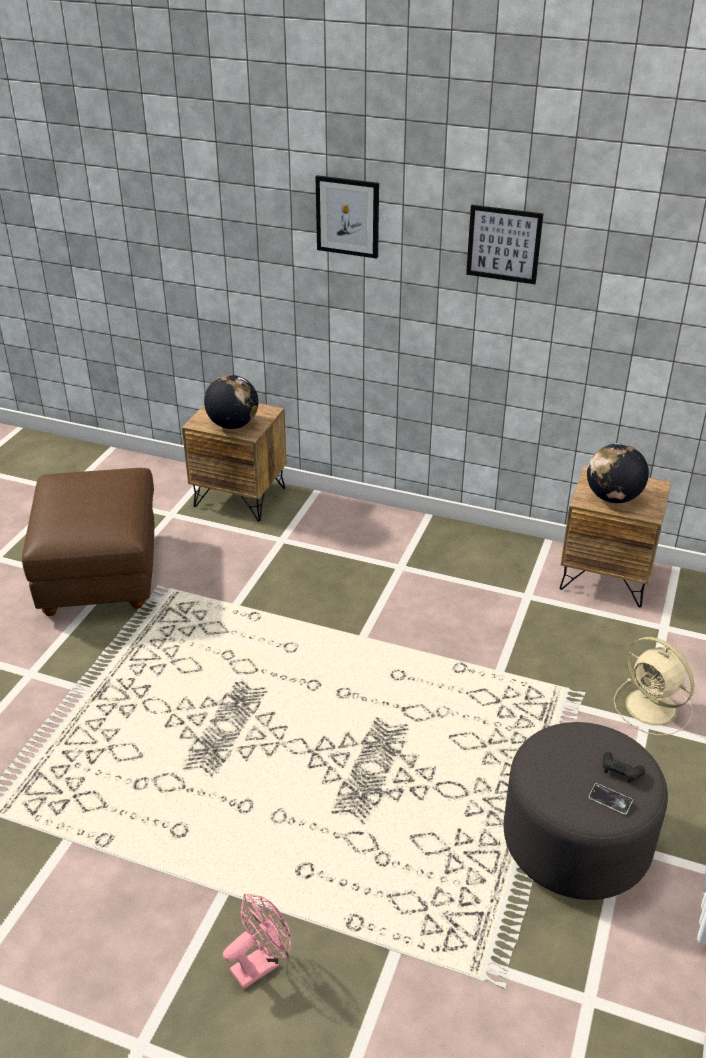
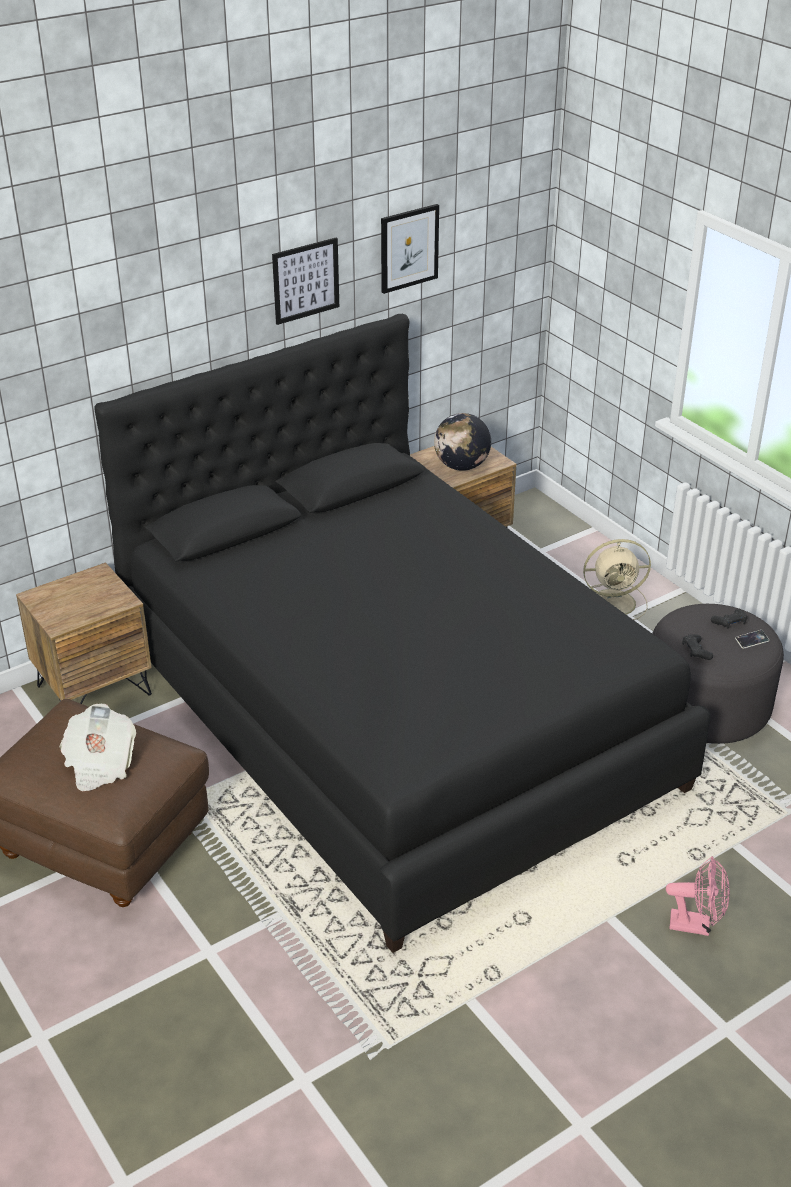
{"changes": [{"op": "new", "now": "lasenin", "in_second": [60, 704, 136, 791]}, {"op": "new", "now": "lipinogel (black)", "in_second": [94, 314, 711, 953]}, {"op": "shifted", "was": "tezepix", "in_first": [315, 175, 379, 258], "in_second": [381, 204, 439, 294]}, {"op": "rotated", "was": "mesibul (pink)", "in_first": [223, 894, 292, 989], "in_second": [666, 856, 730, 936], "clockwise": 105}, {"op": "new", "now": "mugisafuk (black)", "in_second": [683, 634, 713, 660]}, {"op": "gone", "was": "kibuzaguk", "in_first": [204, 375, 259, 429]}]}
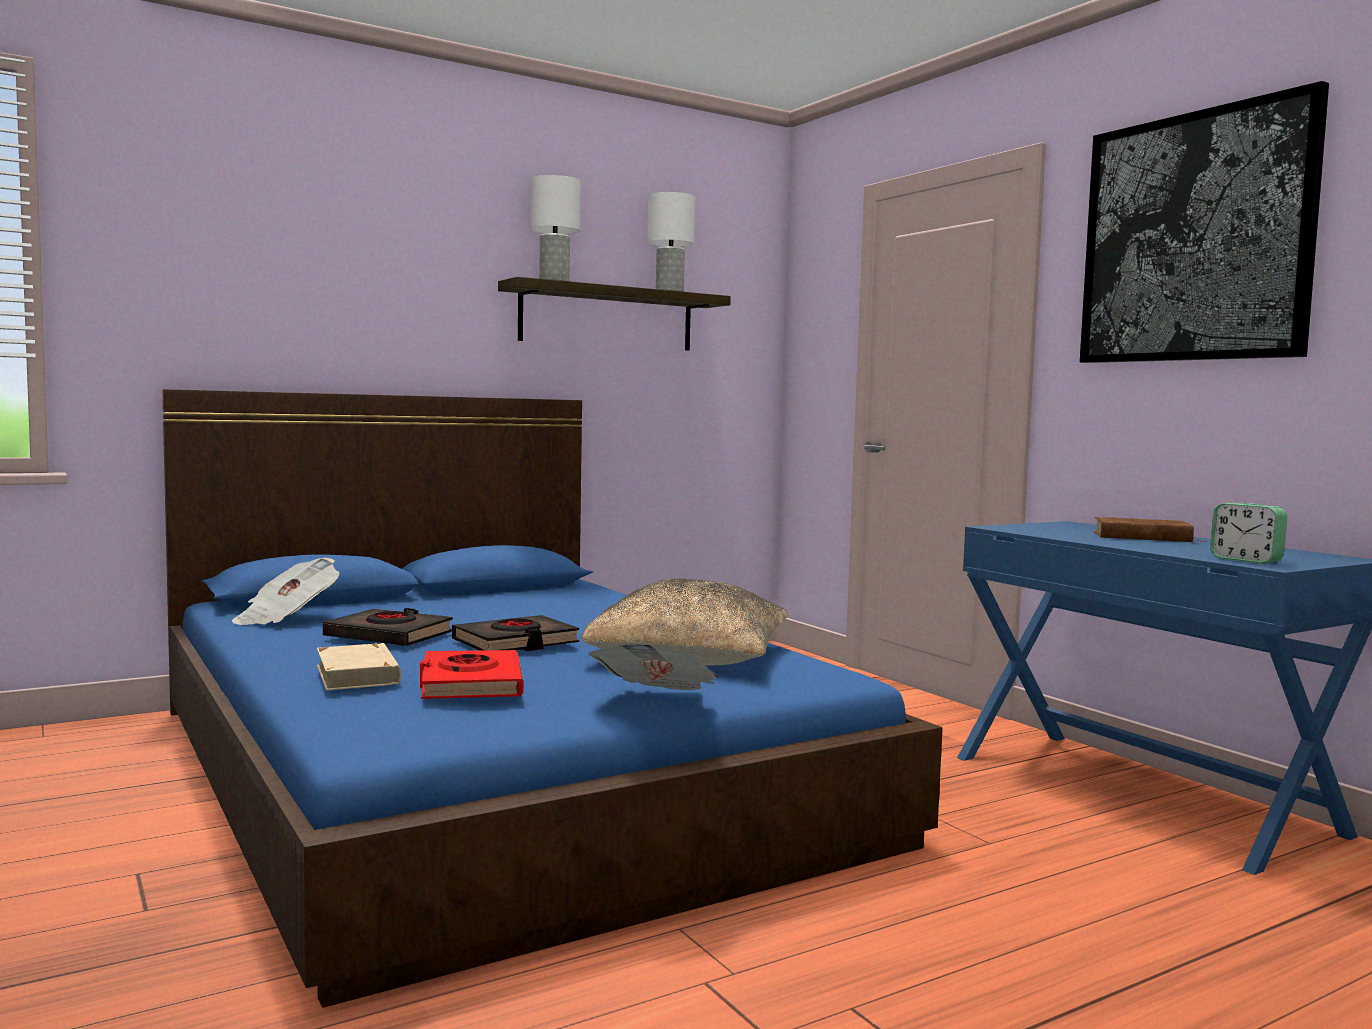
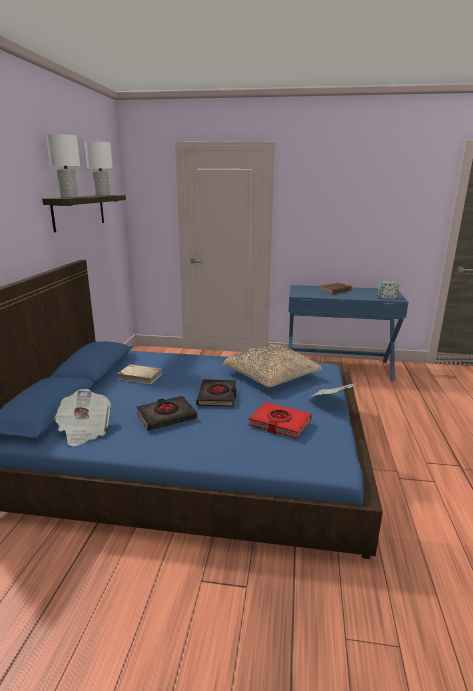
{"changes": [{"op": "shifted", "was": "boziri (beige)", "in_first": [317, 643, 401, 691], "in_second": [118, 365, 162, 384]}, {"op": "gone", "was": "tezepix", "in_first": [1080, 81, 1329, 363]}]}
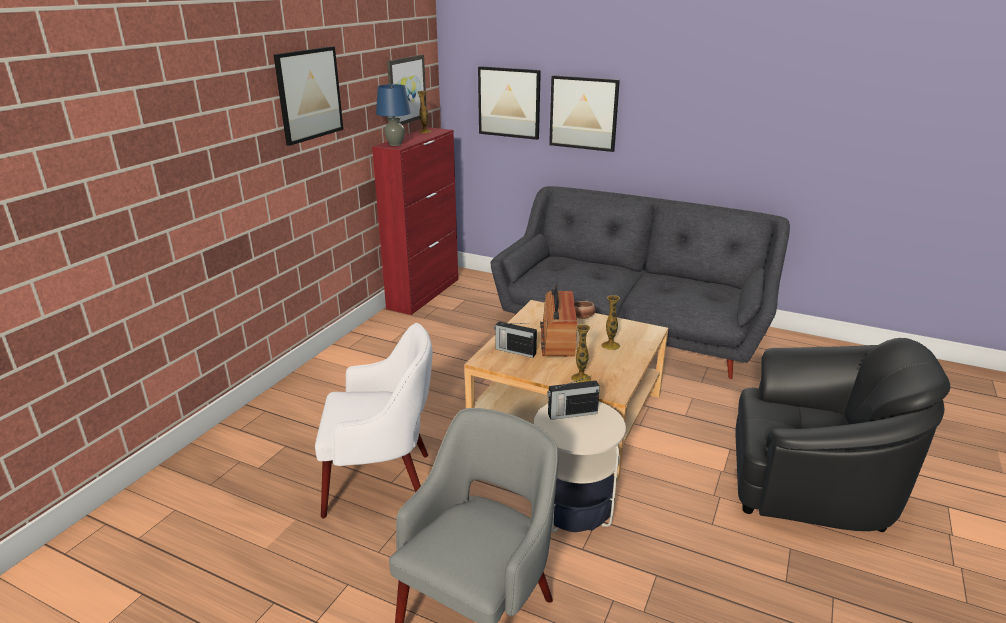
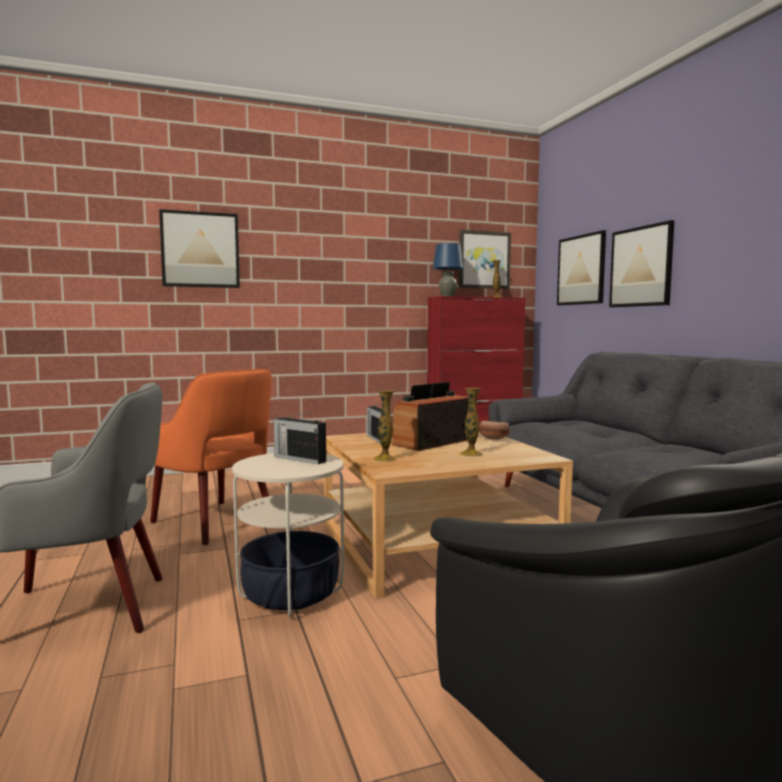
{"changes": [{"op": "repainted", "was": "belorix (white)", "now": "belorix (orange)", "in_first": [315, 323, 433, 518], "in_second": [150, 369, 272, 545]}, {"op": "shifted", "was": "tezepix", "in_first": [273, 46, 344, 146], "in_second": [159, 209, 240, 288]}]}
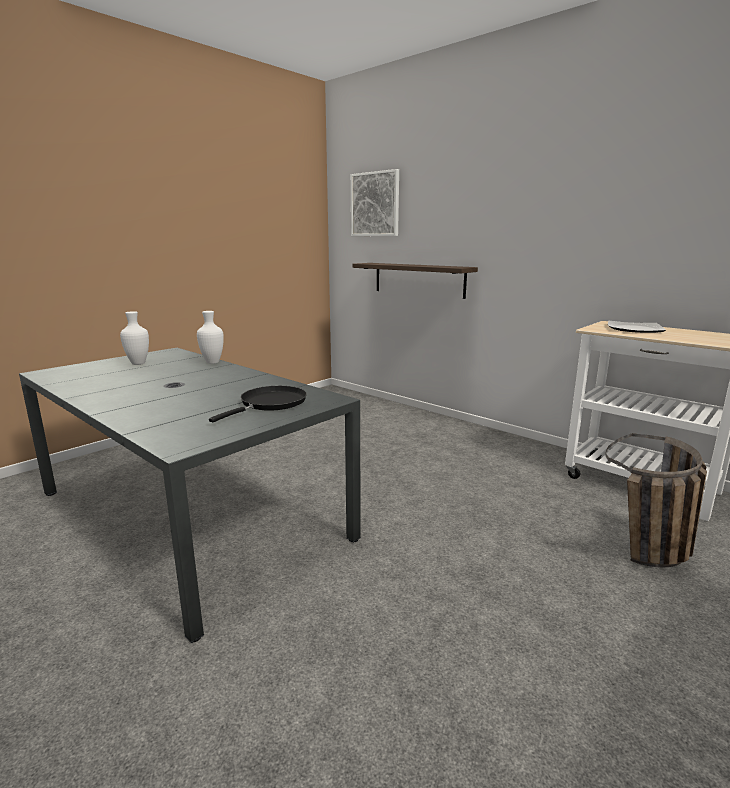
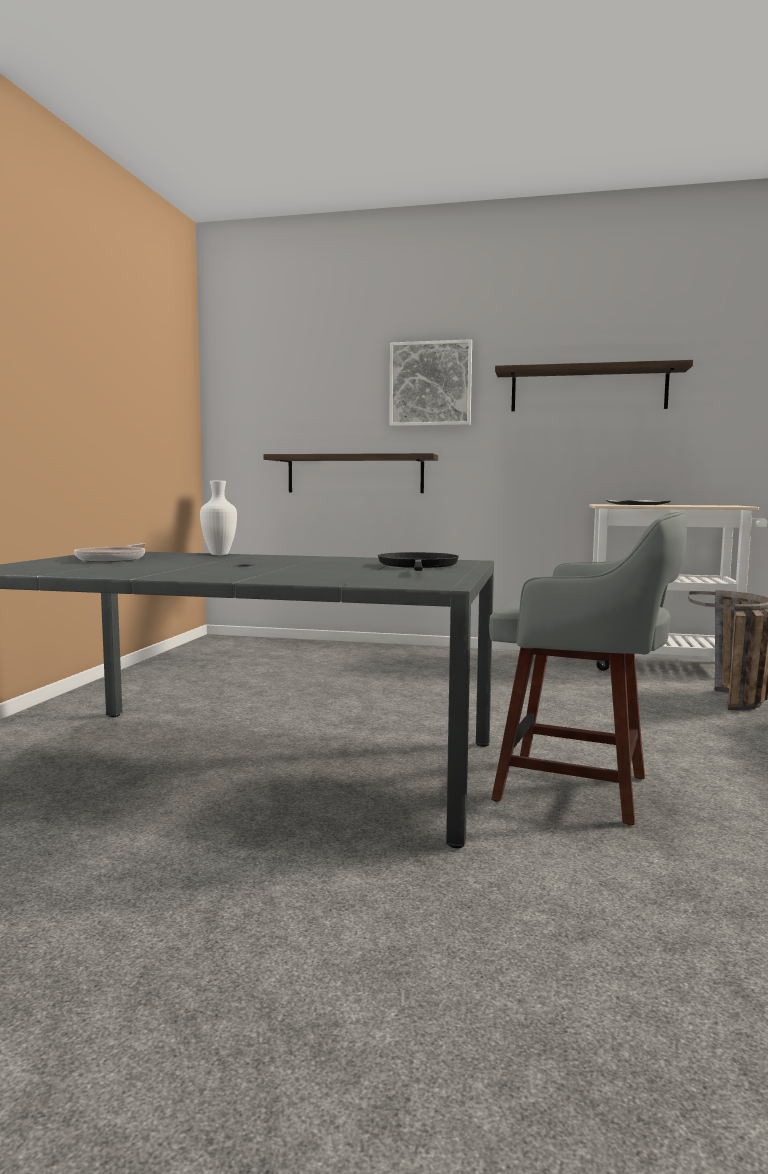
{"changes": [{"op": "swapped", "was": "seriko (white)", "now": "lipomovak", "in_first": [120, 311, 149, 365], "in_second": [74, 544, 146, 562]}, {"op": "shifted", "was": "tezepix", "in_first": [351, 169, 399, 236], "in_second": [389, 339, 472, 426]}, {"op": "new", "now": "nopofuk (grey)", "in_second": [489, 511, 687, 825]}, {"op": "new", "now": "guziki", "in_second": [495, 360, 693, 412]}]}
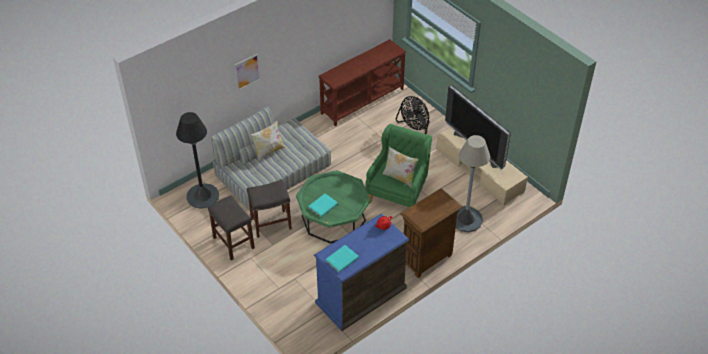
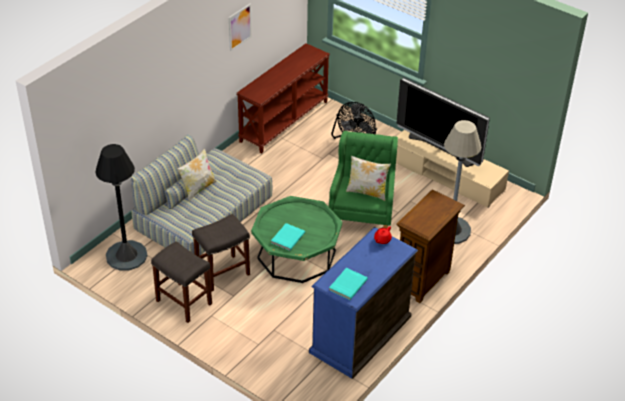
{"changes": [{"op": "shifted", "was": "tezepix", "in_first": [234, 54, 261, 91], "in_second": [229, 4, 252, 51]}]}
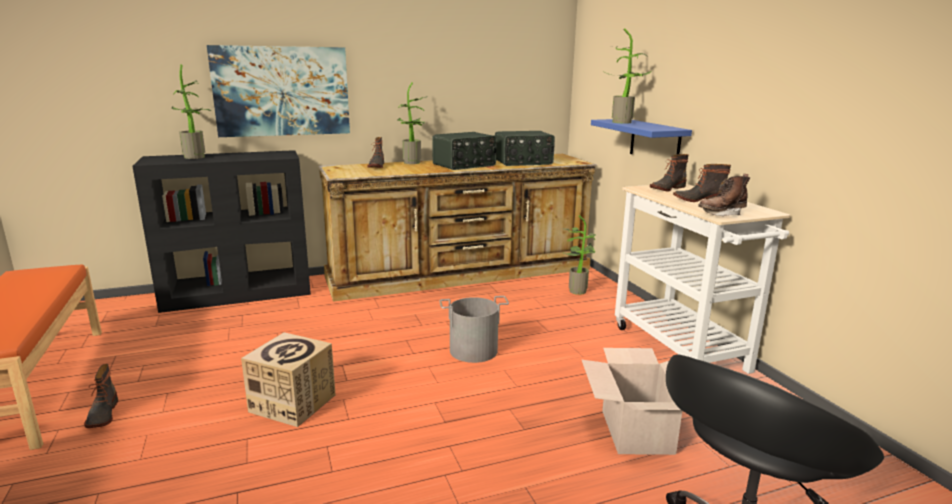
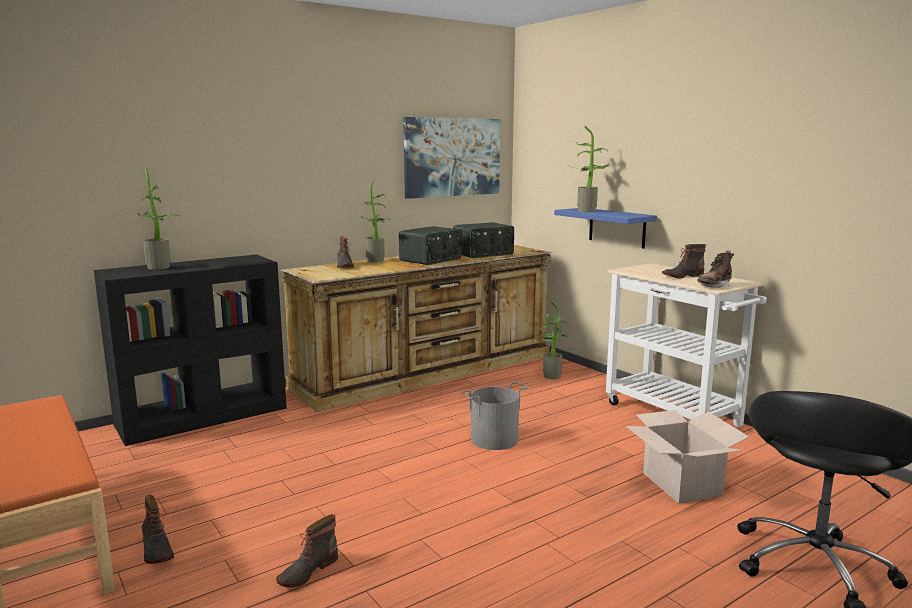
{"changes": [{"op": "shifted", "was": "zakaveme", "in_first": [650, 154, 689, 192], "in_second": [276, 514, 338, 588]}, {"op": "shifted", "was": "tezepix", "in_first": [207, 45, 350, 137], "in_second": [403, 117, 500, 199]}, {"op": "gone", "was": "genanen", "in_first": [241, 332, 336, 427]}]}
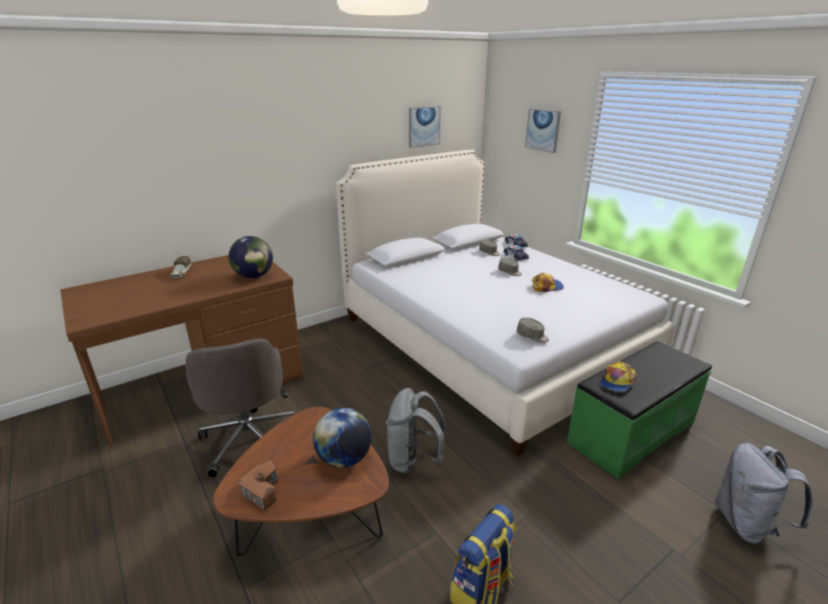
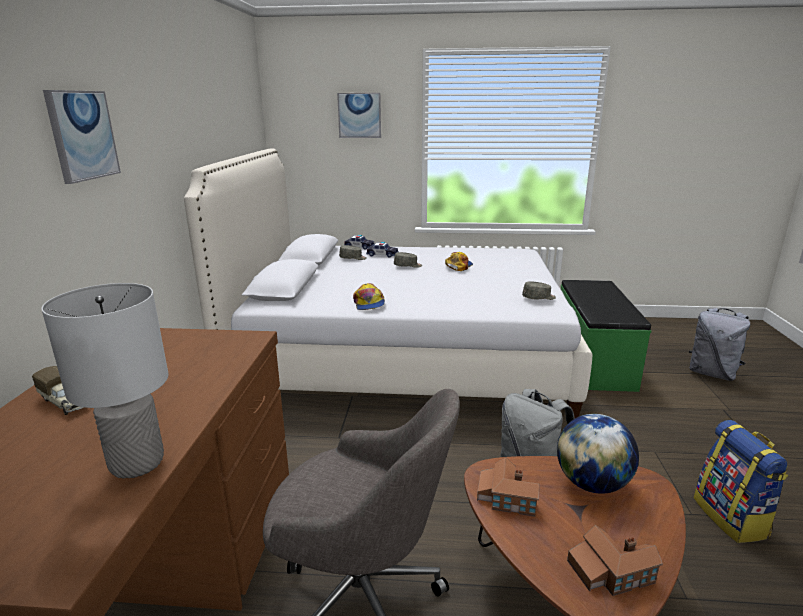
{"changes": [{"op": "new", "now": "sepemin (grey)", "in_second": [41, 283, 169, 478]}, {"op": "shifted", "was": "tezepix", "in_first": [409, 106, 441, 148], "in_second": [43, 90, 121, 184]}, {"op": "shifted", "was": "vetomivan", "in_first": [599, 362, 636, 392], "in_second": [353, 283, 385, 310]}, {"op": "new", "now": "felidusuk", "in_second": [477, 457, 540, 517]}, {"op": "gone", "was": "kibuzaguk", "in_first": [229, 236, 273, 278]}]}
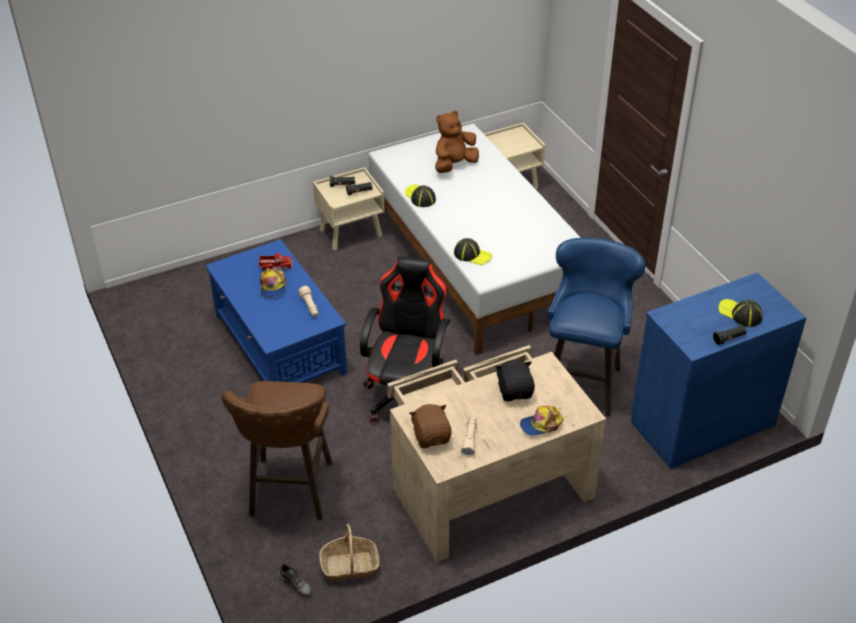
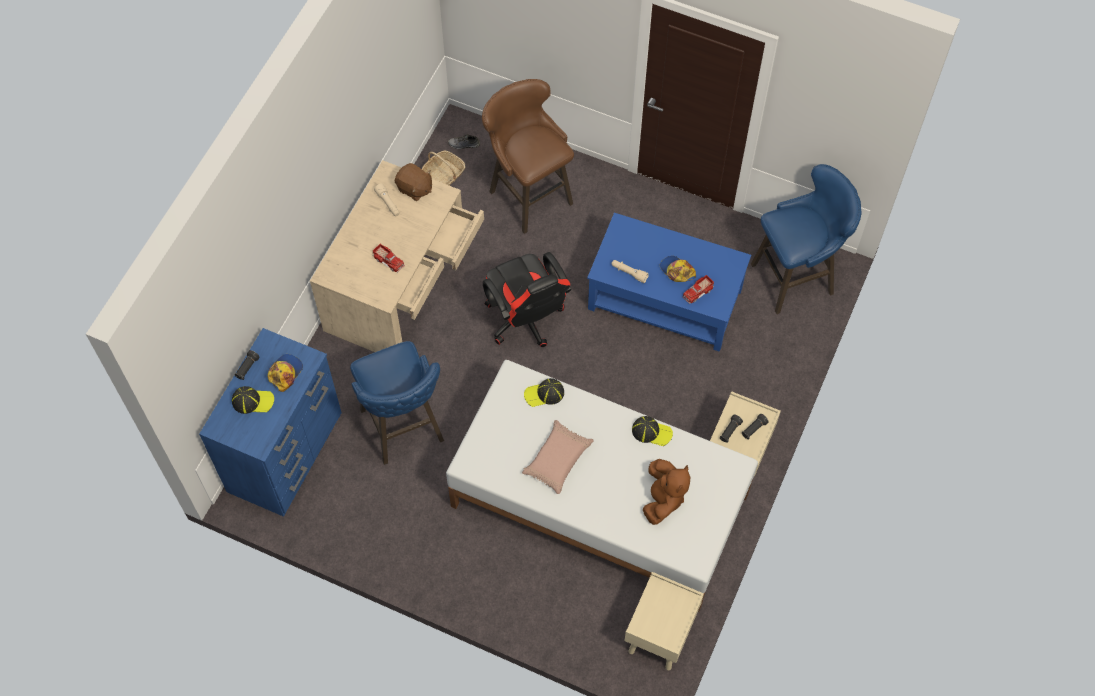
{"changes": [{"op": "shifted", "was": "vetomivan", "in_first": [520, 406, 564, 436], "in_second": [267, 354, 303, 392]}, {"op": "swapped", "was": "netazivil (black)", "now": "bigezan", "in_first": [495, 360, 535, 401], "in_second": [373, 244, 405, 273]}, {"op": "new", "now": "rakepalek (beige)", "in_second": [522, 420, 594, 494]}, {"op": "new", "now": "nopofuk (blue)", "in_second": [751, 164, 861, 314]}]}
